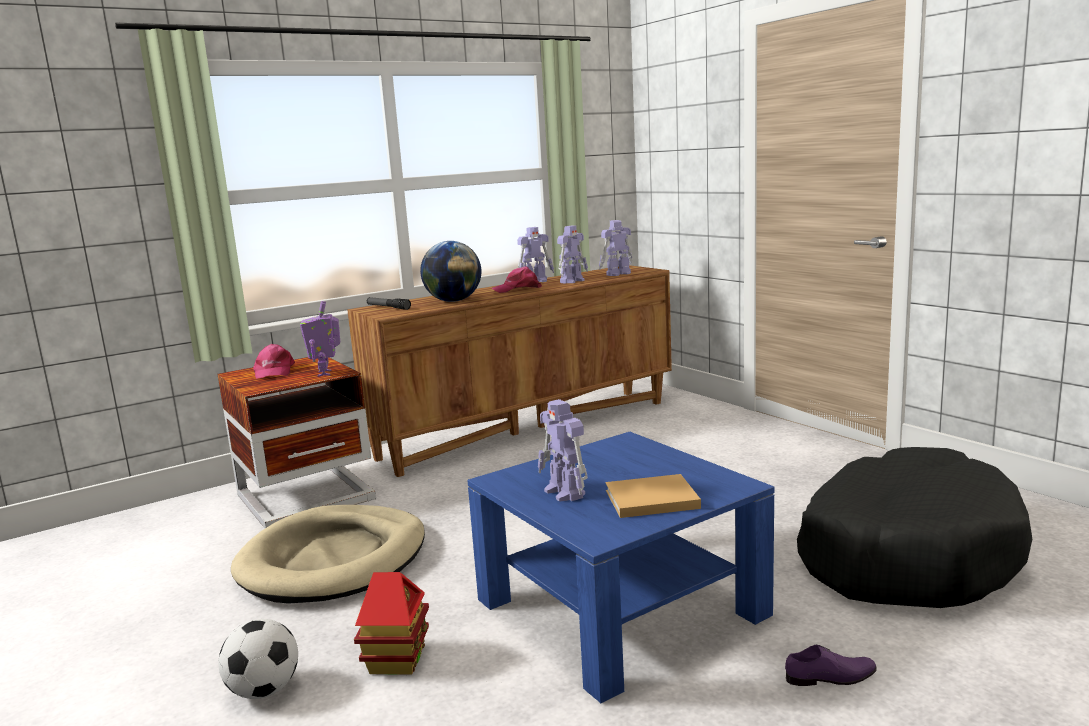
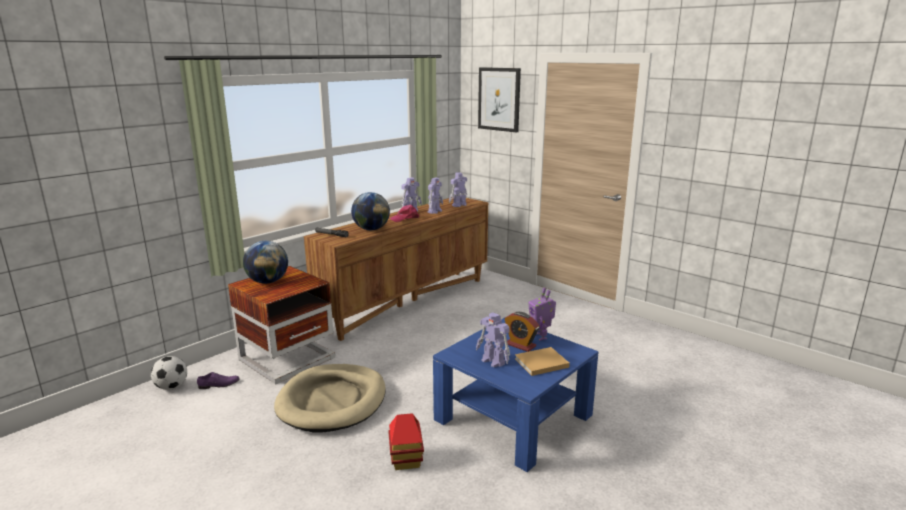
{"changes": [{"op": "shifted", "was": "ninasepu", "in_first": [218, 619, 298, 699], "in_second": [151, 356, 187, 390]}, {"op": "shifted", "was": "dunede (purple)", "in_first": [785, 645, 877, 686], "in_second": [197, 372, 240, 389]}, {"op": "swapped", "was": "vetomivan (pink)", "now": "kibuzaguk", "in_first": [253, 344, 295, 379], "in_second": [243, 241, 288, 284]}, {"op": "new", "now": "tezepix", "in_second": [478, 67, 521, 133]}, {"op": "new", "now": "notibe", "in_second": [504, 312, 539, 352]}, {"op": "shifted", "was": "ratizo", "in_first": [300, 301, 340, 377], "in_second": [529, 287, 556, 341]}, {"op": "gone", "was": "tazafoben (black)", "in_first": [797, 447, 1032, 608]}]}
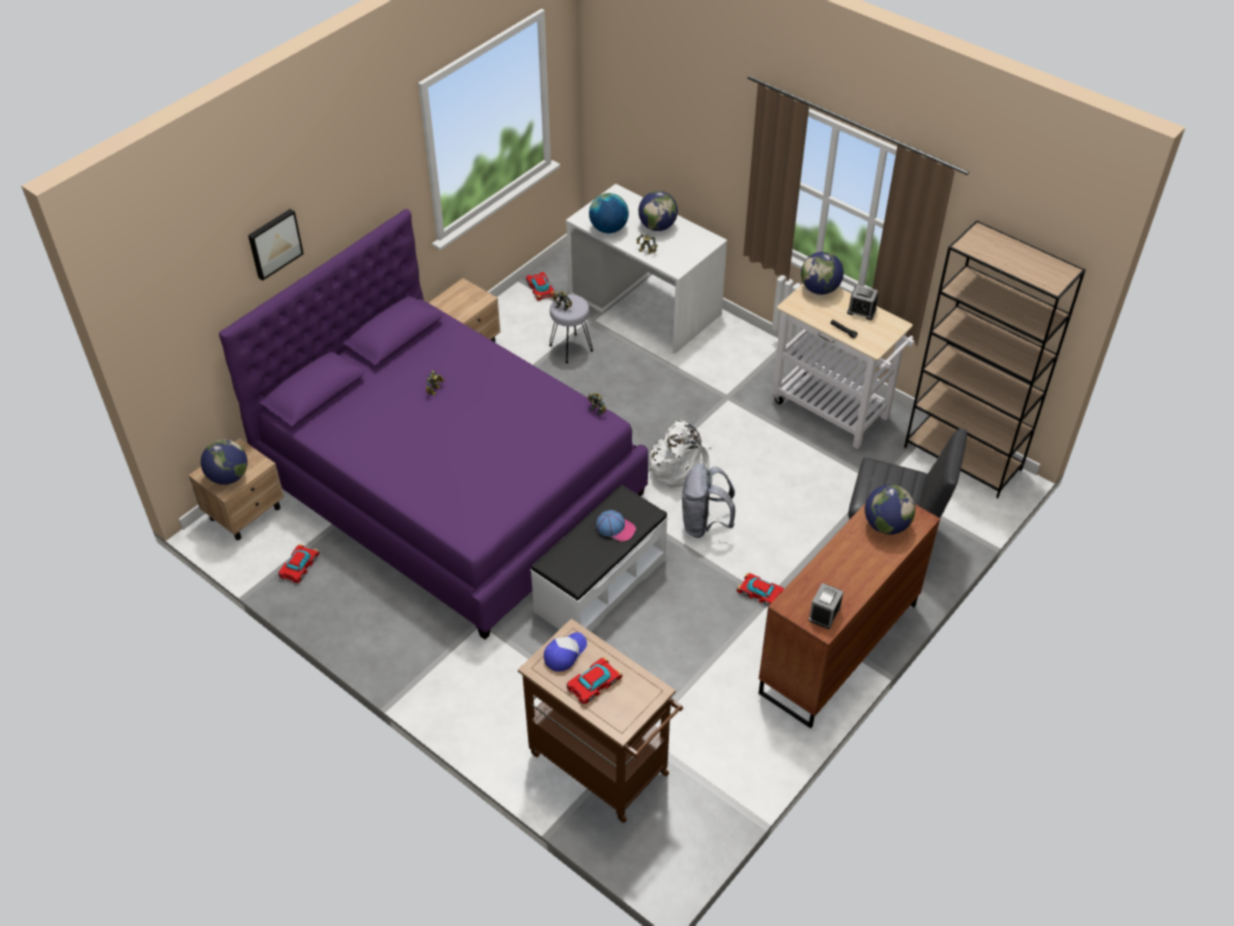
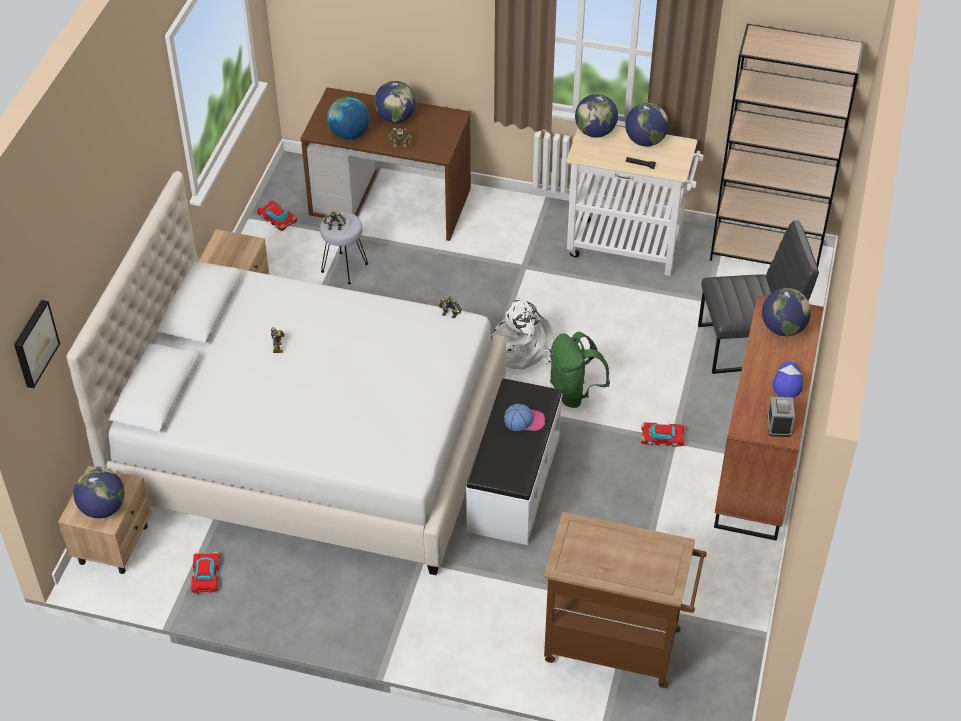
{"changes": [{"op": "shifted", "was": "tezepix", "in_first": [248, 209, 304, 281], "in_second": [14, 300, 60, 388]}, {"op": "repainted", "was": "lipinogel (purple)", "now": "lipinogel (white)", "in_first": [219, 209, 648, 639], "in_second": [67, 171, 506, 575]}, {"op": "repainted", "was": "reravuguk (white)", "now": "reravuguk (brown)", "in_first": [566, 184, 727, 354], "in_second": [300, 87, 471, 241]}, {"op": "repainted", "was": "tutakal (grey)", "now": "tutakal (green)", "in_first": [682, 463, 735, 538], "in_second": [550, 332, 610, 408]}, {"op": "swapped", "was": "notibe", "now": "kibuzaguk", "in_first": [847, 285, 879, 320], "in_second": [625, 103, 669, 146]}, {"op": "shifted", "was": "vetomivan", "in_first": [544, 632, 587, 672], "in_second": [773, 362, 803, 398]}, {"op": "gone", "was": "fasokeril", "in_first": [567, 657, 623, 704]}]}
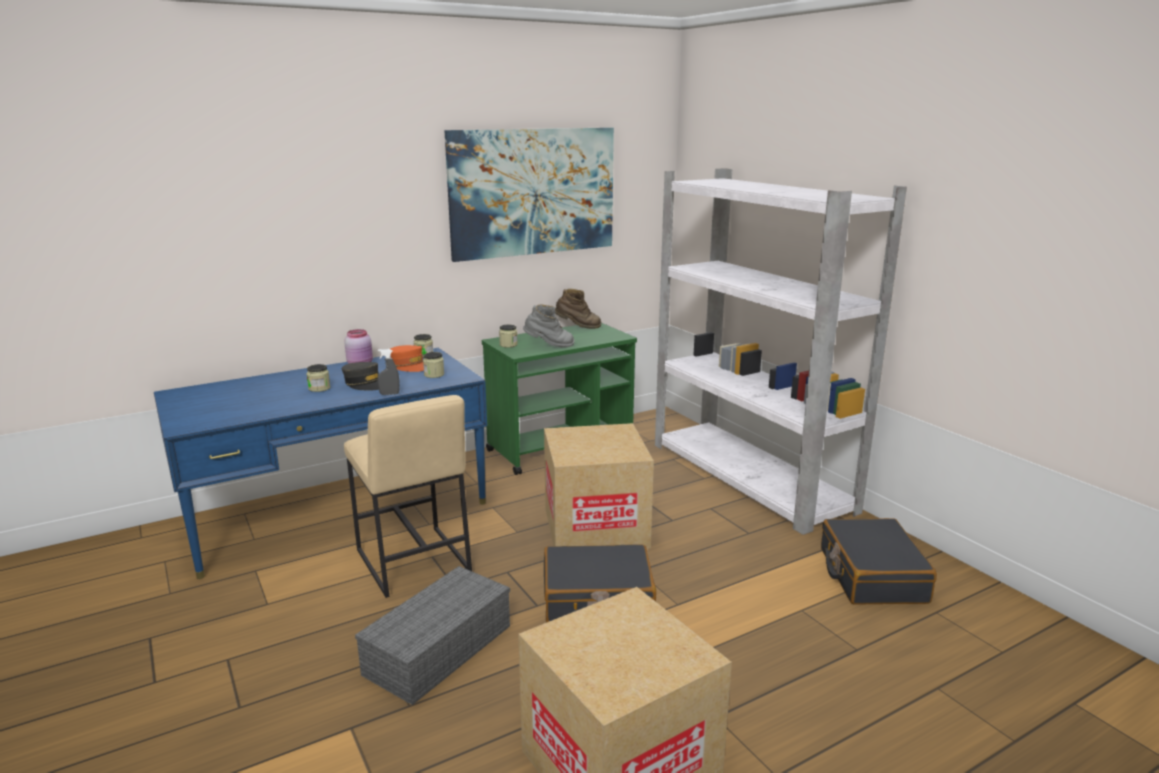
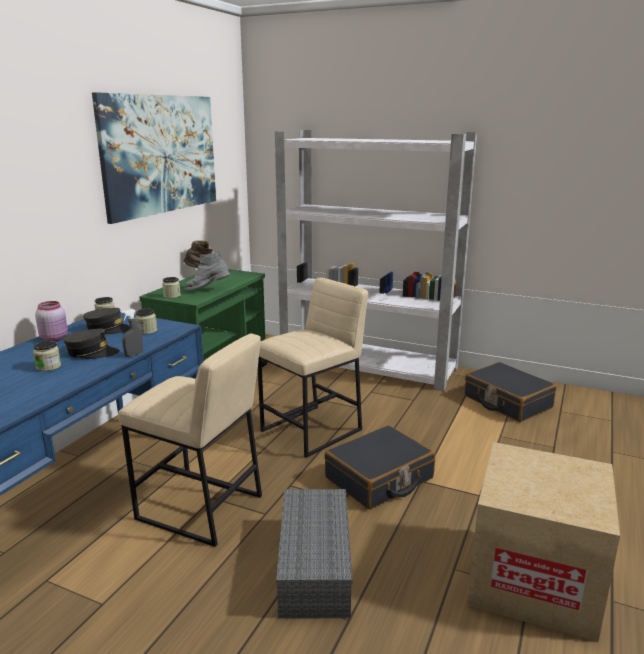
{"changes": [{"op": "repainted", "was": "vetomivan (orange)", "now": "vetomivan (grey)", "in_first": [390, 345, 424, 372], "in_second": [83, 308, 130, 334]}, {"op": "rotated", "was": "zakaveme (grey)", "in_first": [523, 305, 574, 347], "in_second": [184, 252, 230, 290], "clockwise": -150}, {"op": "swapped", "was": "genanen", "now": "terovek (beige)", "in_first": [544, 423, 654, 548], "in_second": [258, 278, 368, 458]}]}
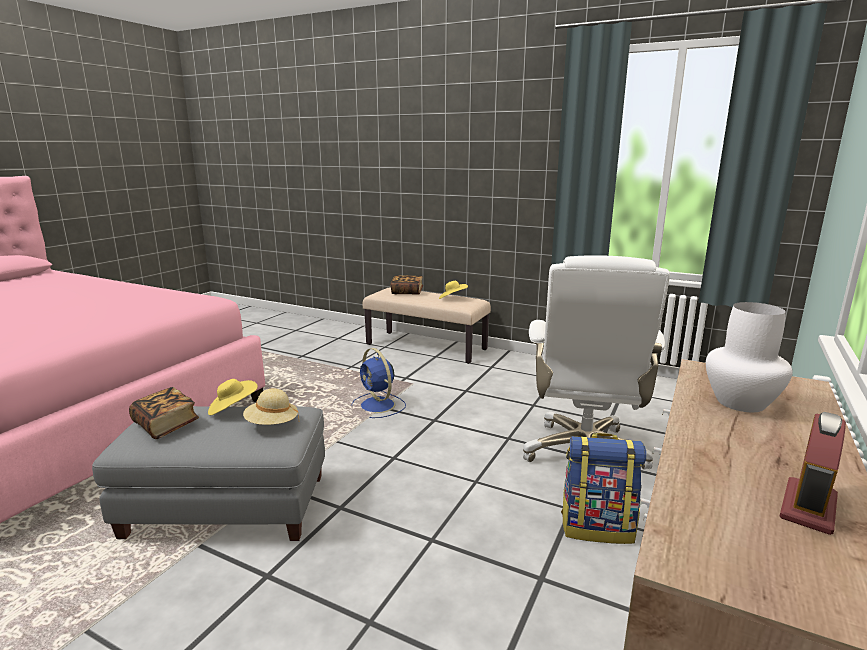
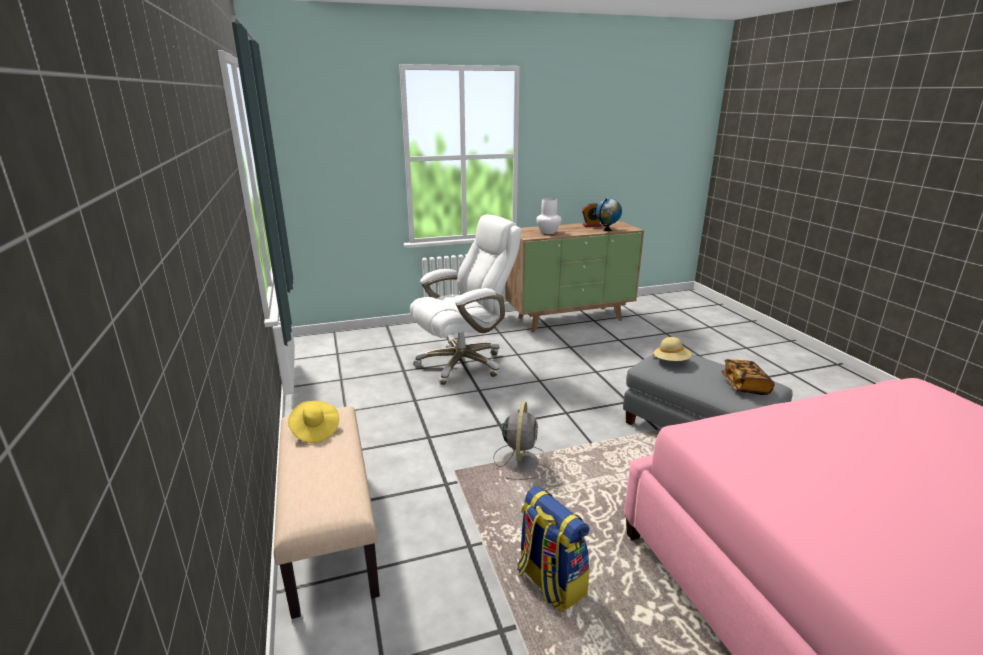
{"changes": [{"op": "repainted", "was": "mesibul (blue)", "now": "mesibul (grey)", "in_first": [352, 348, 406, 418], "in_second": [493, 401, 544, 480]}, {"op": "shifted", "was": "tutakal", "in_first": [561, 433, 647, 544], "in_second": [517, 486, 590, 612]}, {"op": "new", "now": "kibuzaguk", "in_second": [596, 198, 622, 231]}, {"op": "gone", "was": "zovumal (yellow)", "in_first": [208, 379, 258, 415]}, {"op": "gone", "was": "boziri", "in_first": [391, 275, 423, 295]}]}
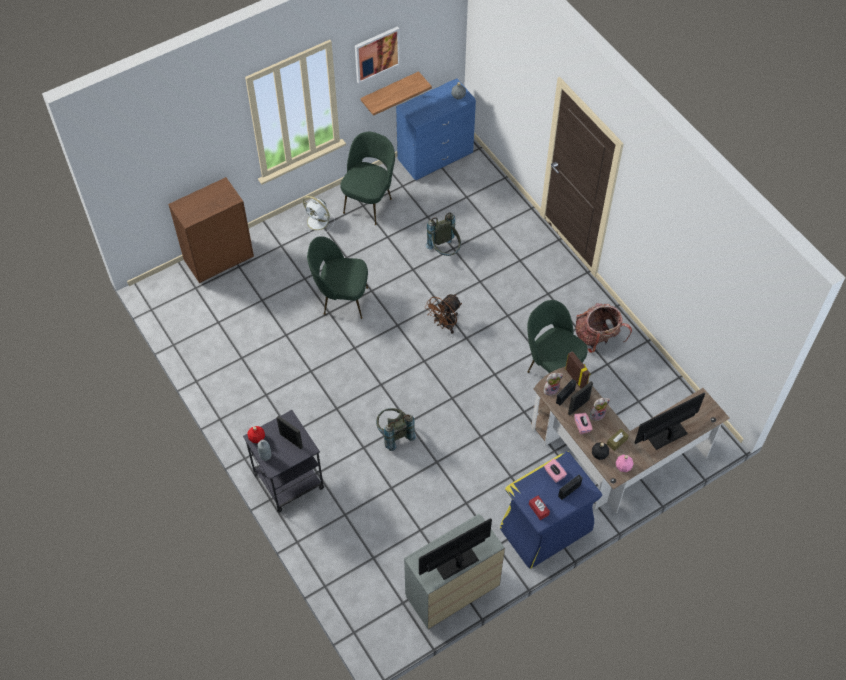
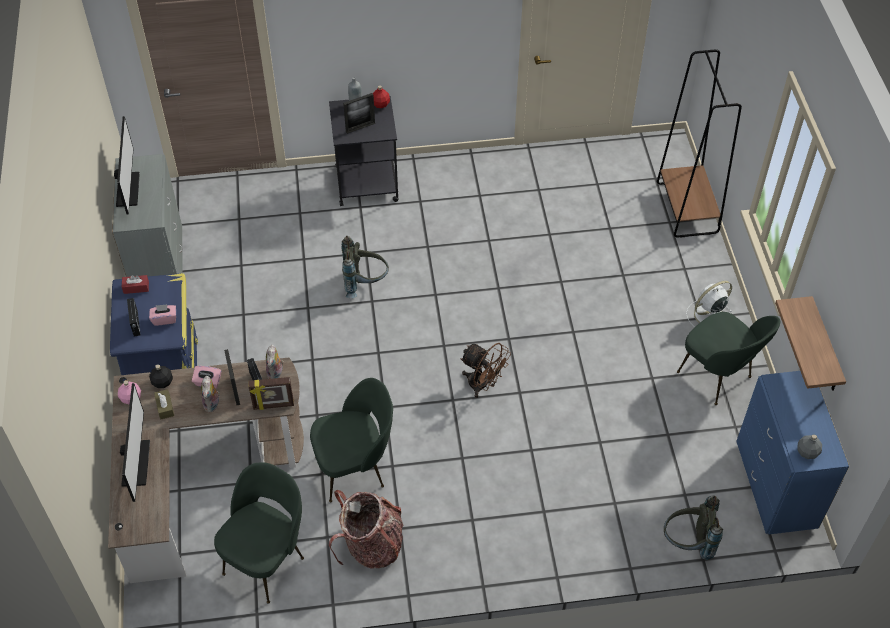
{"changes": [{"op": "shifted", "was": "terovek (green)", "in_first": [307, 236, 368, 319], "in_second": [214, 462, 304, 604]}, {"op": "rotated", "was": "mesibul (brown)", "in_first": [425, 294, 462, 334], "in_second": [460, 343, 511, 398], "clockwise": 150}, {"op": "swapped", "was": "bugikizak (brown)", "now": "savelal", "in_first": [168, 177, 254, 283], "in_second": [657, 49, 742, 238]}, {"op": "shifted", "was": "tutakal (grey)", "in_first": [425, 212, 461, 256], "in_second": [664, 495, 723, 560]}, {"op": "gone", "was": "tezepix", "in_first": [355, 26, 400, 84]}]}
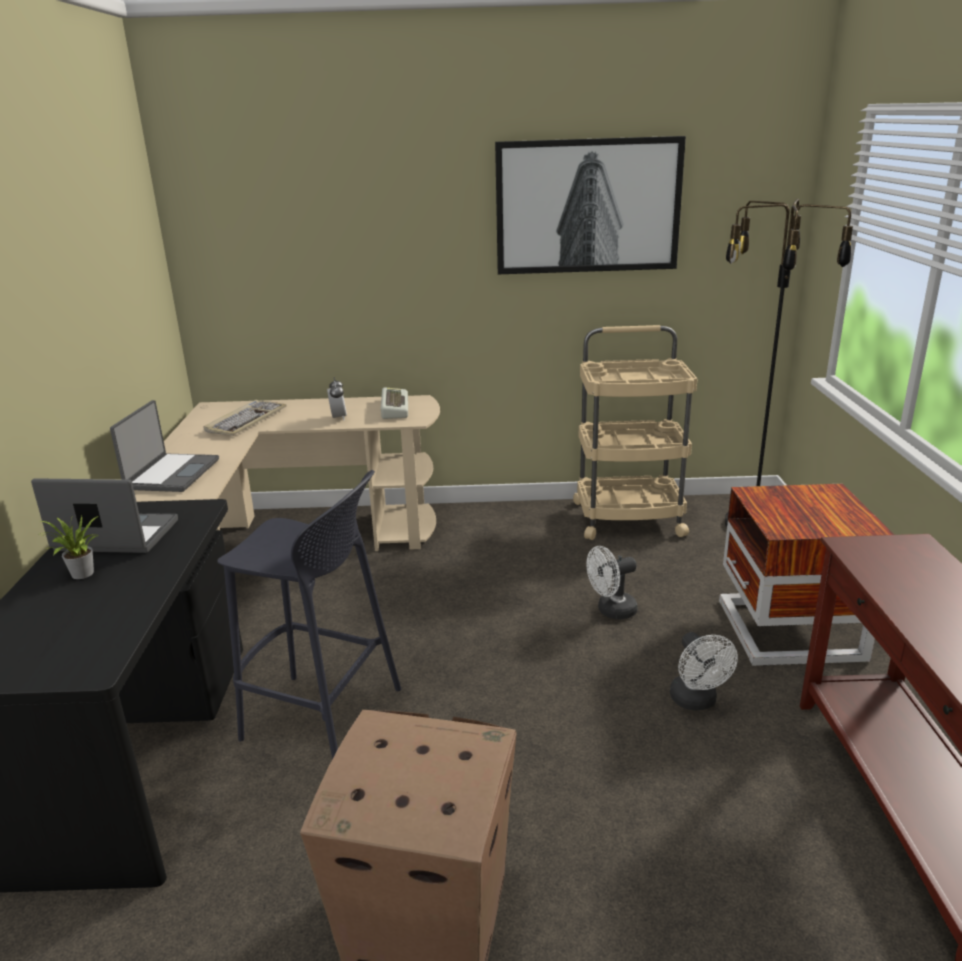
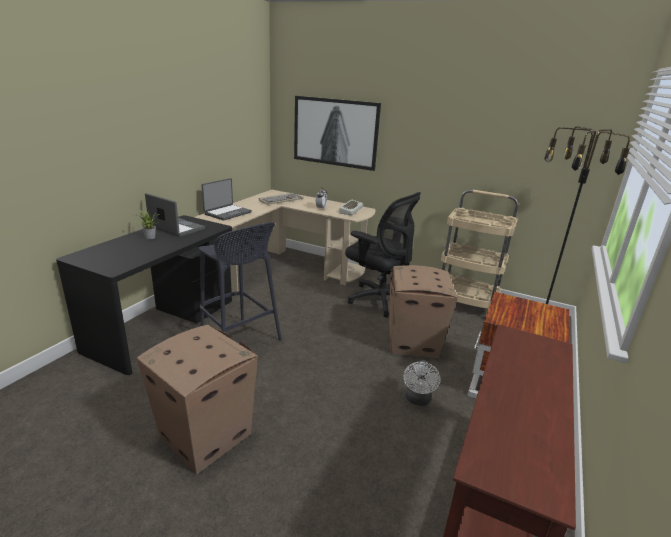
{"changes": [{"op": "shifted", "was": "tezepix", "in_first": [495, 136, 686, 274], "in_second": [294, 96, 381, 171]}, {"op": "new", "now": "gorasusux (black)", "in_second": [345, 192, 421, 318]}, {"op": "swapped", "was": "mesibul (white)", "now": "genanen", "in_first": [586, 546, 638, 619], "in_second": [389, 265, 457, 358]}]}
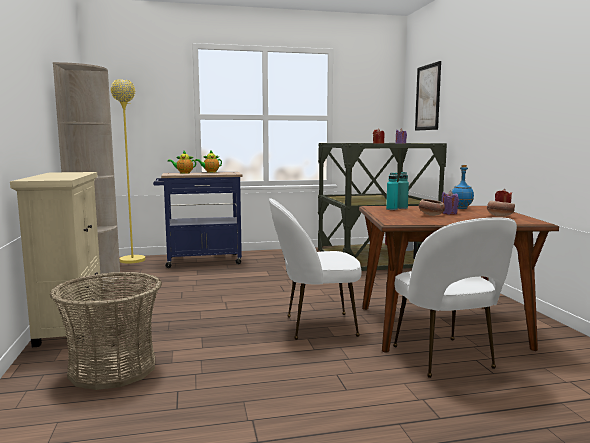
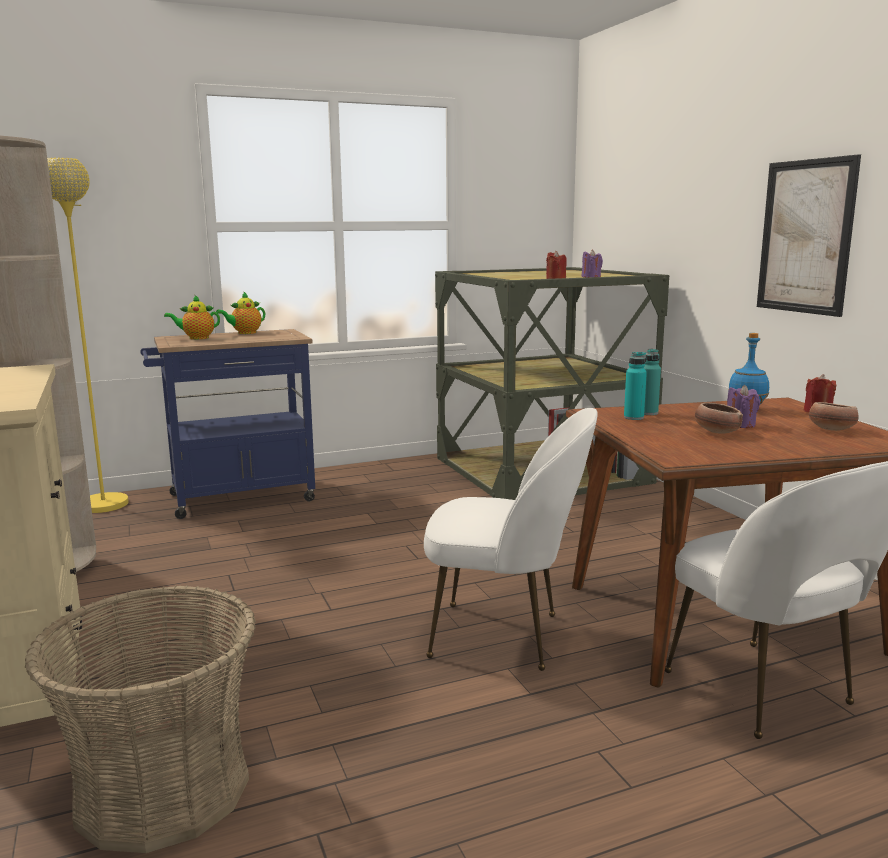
{"changes": [{"op": "rotated", "was": "terovek (white)", "in_first": [269, 198, 362, 340], "in_second": [424, 408, 598, 671], "clockwise": -150}, {"op": "shifted", "was": "tezepix", "in_first": [415, 61, 441, 131], "in_second": [757, 154, 861, 317]}]}
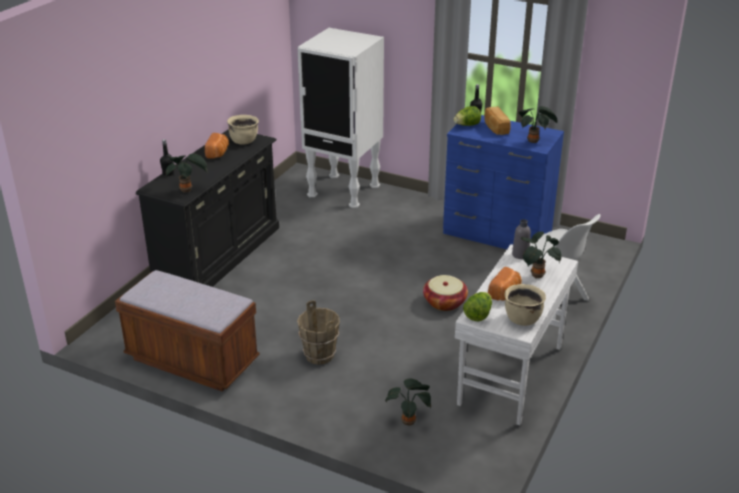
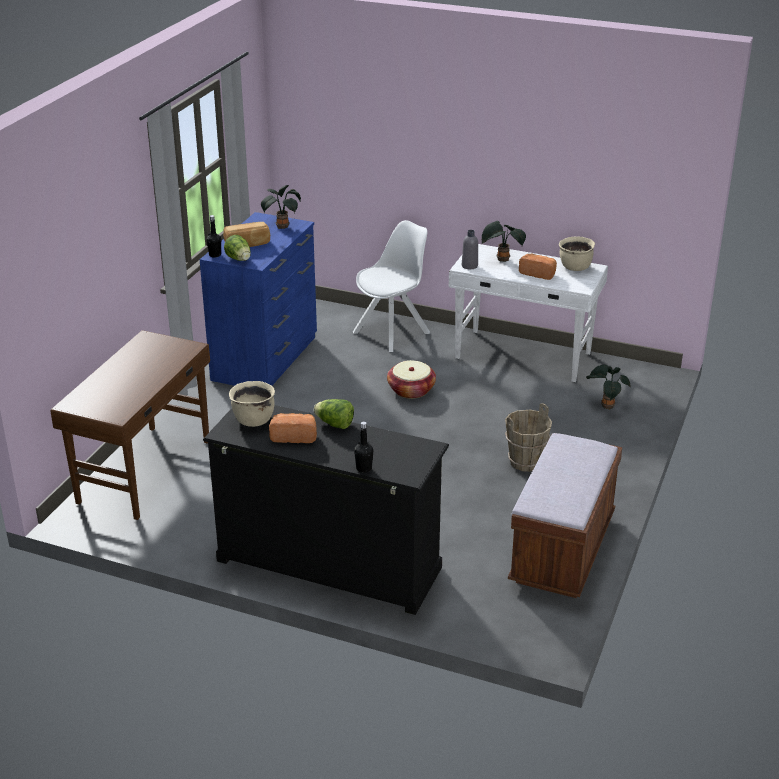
{"changes": [{"op": "swapped", "was": "bugikizak (white)", "now": "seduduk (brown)", "in_first": [298, 28, 384, 208], "in_second": [51, 330, 210, 520]}, {"op": "shifted", "was": "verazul", "in_first": [463, 292, 492, 321], "in_second": [314, 399, 354, 429]}, {"op": "gone", "was": "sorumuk", "in_first": [165, 153, 208, 193]}]}
